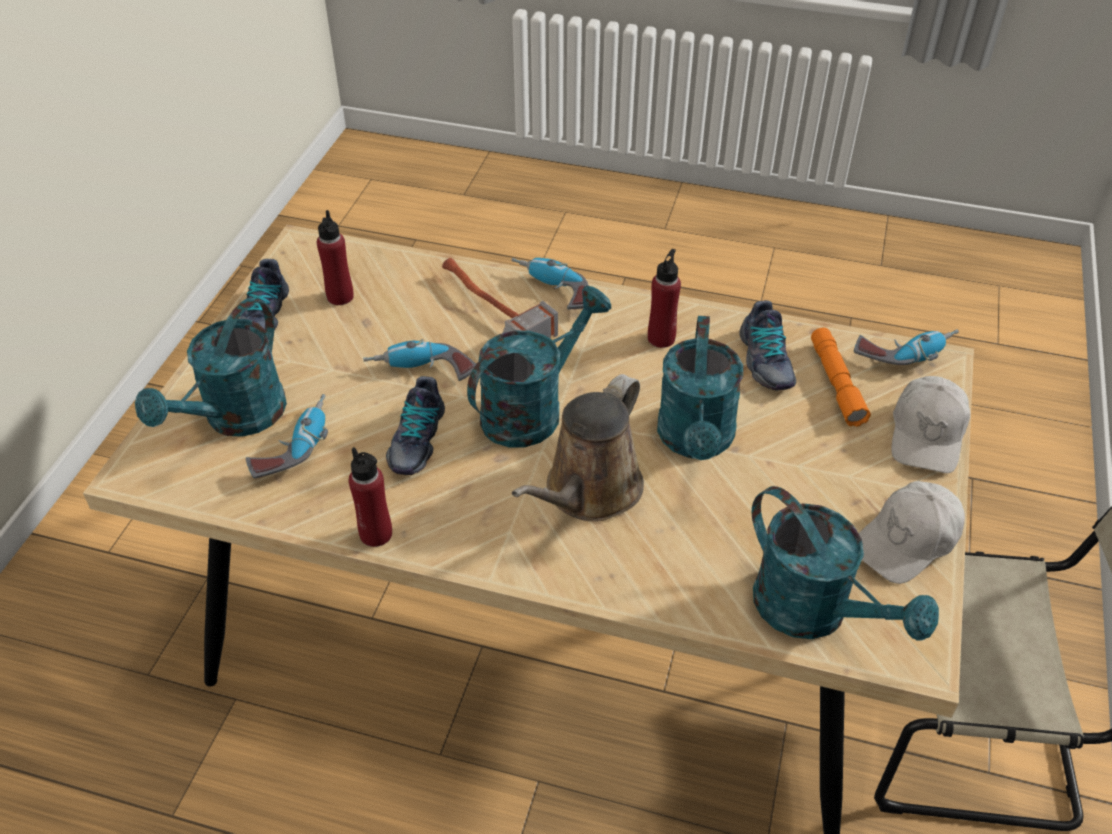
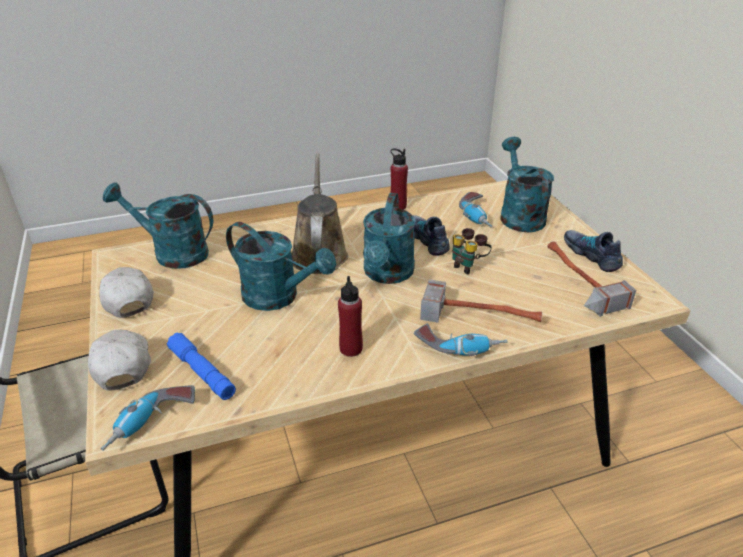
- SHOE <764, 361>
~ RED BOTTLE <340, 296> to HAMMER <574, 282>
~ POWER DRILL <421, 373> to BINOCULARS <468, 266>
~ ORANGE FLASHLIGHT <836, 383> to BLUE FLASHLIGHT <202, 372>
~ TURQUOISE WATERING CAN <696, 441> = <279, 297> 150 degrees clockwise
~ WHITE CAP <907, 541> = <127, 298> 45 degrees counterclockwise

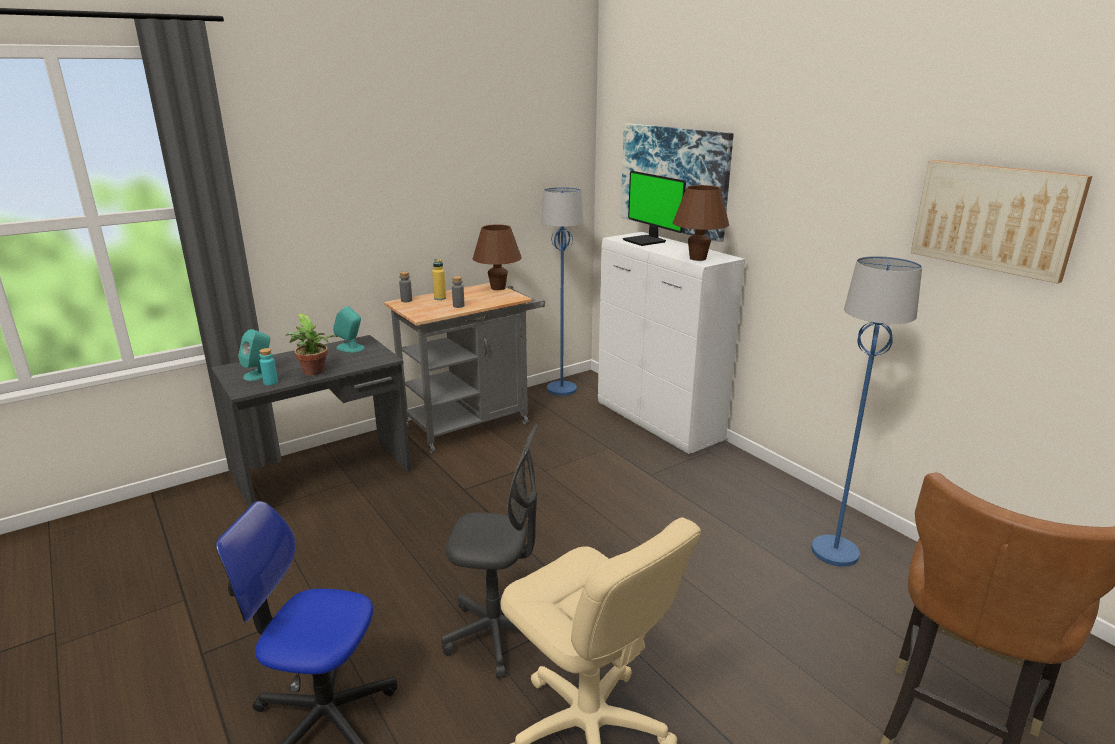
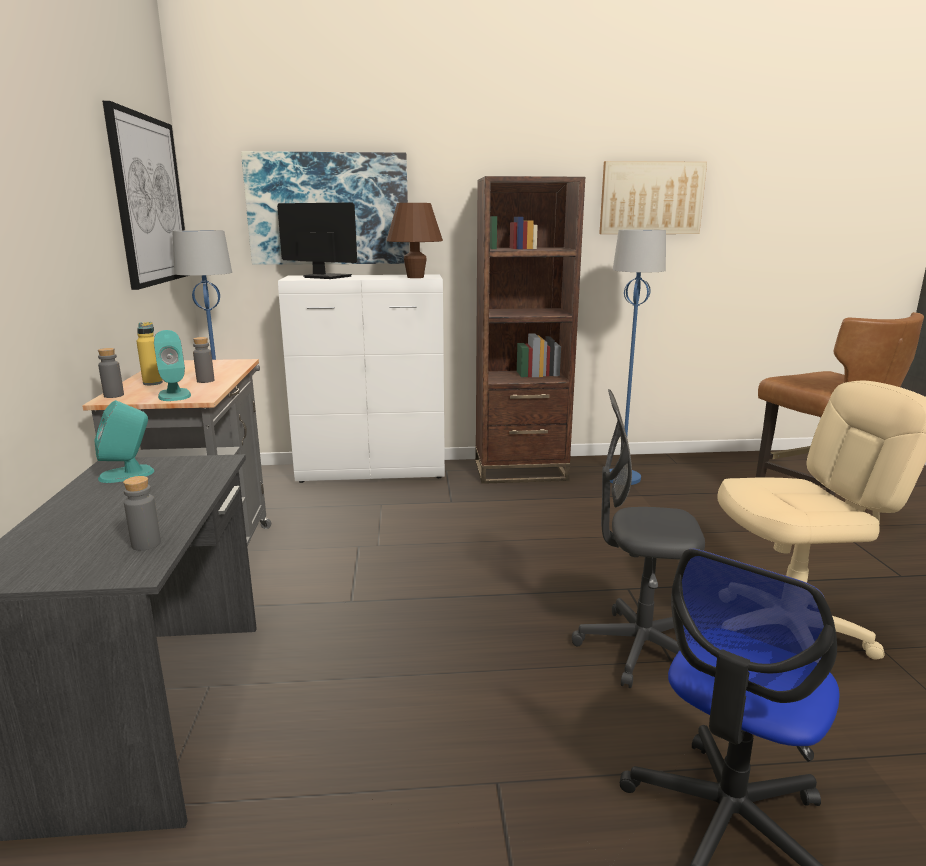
- POTTED PLANT <314, 372>
- BROWN TABLE LAMP <498, 288>
+ PICTURE <149, 201>
+ BROWN BOOKCASE <520, 471>
~ TURQUOISE SPEAKER <260, 374> to <174, 395>
~ TURQUOISE BOTTLE <270, 382> to GREY BOTTLE <146, 544>
~ GREY OFFICE CHAIR <497, 635> = <638, 649> 120 degrees counterclockwise
~ MONITOR <646, 241> = <325, 277> 150 degrees counterclockwise

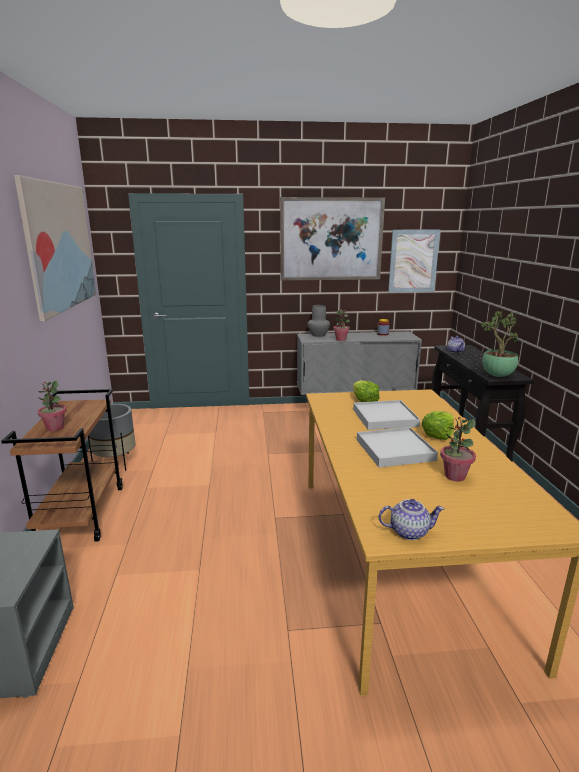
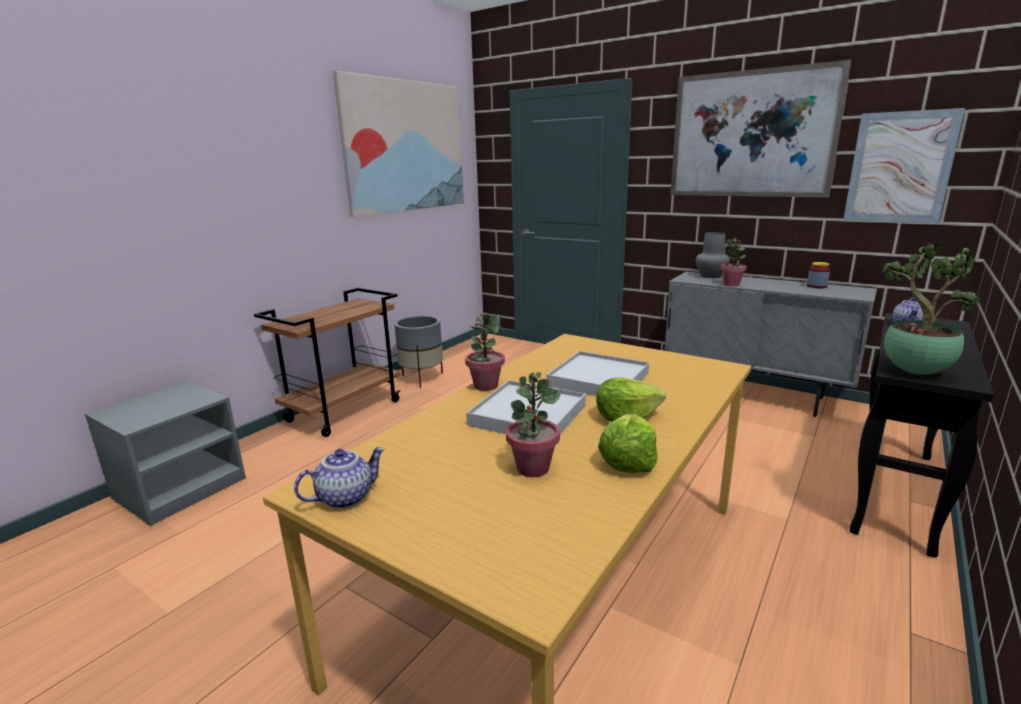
~ POTTED PLANT <55, 428> to <485, 386>
~ LETTUCE <364, 400> to <627, 461>
~ TEAPOT <409, 531> = <345, 497> 75 degrees counterclockwise

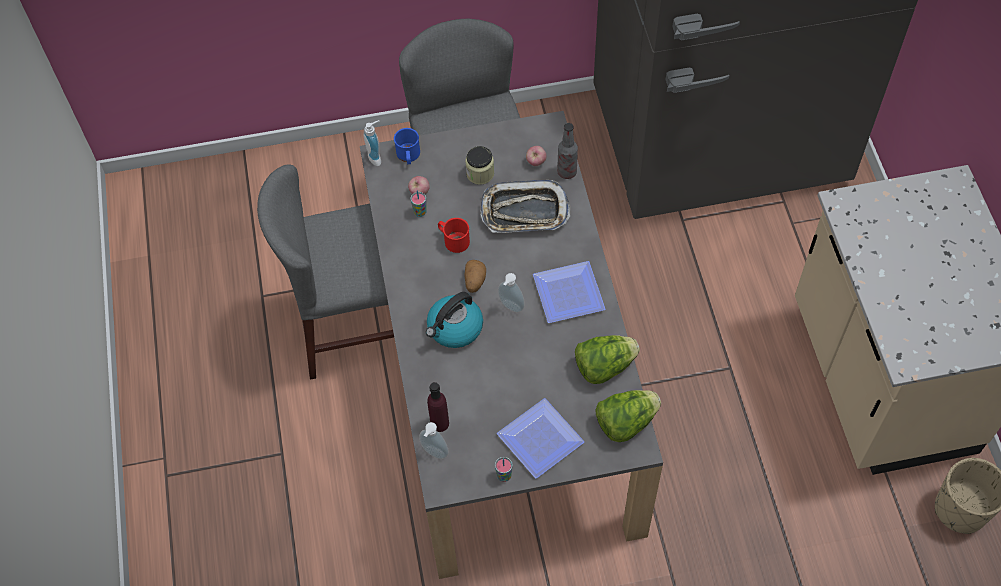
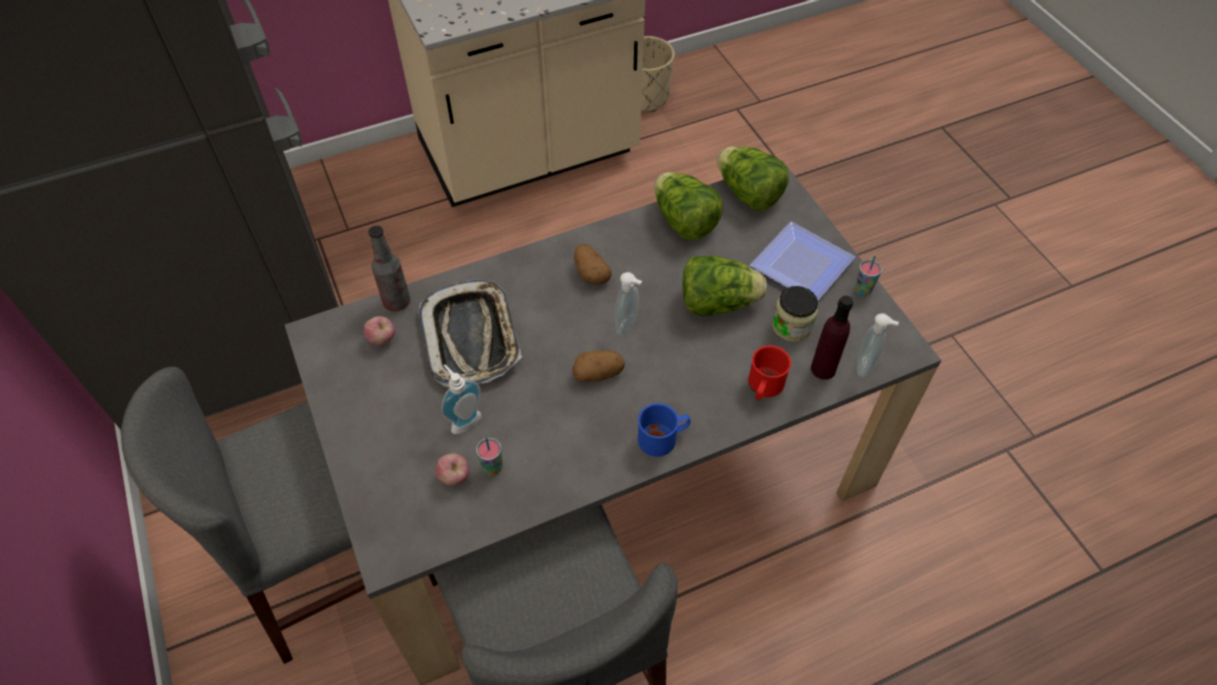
- KETTLE <454, 328>
+ LETTUCE <717, 303>
~ SOAP DISPENSER <377, 157> to <464, 420>
~ BLUE MUG <408, 156> to <663, 438>
~ RED MUG <453, 240> to <764, 387>
~ JAR <480, 173> to <792, 326>
~ PLATE <566, 292> to POTATO <591, 273>

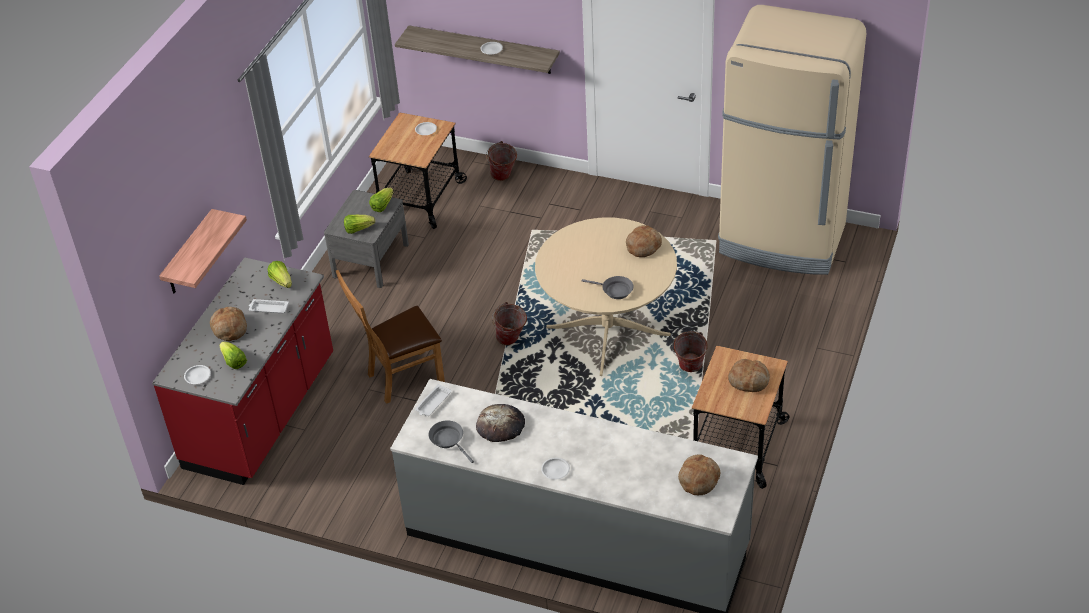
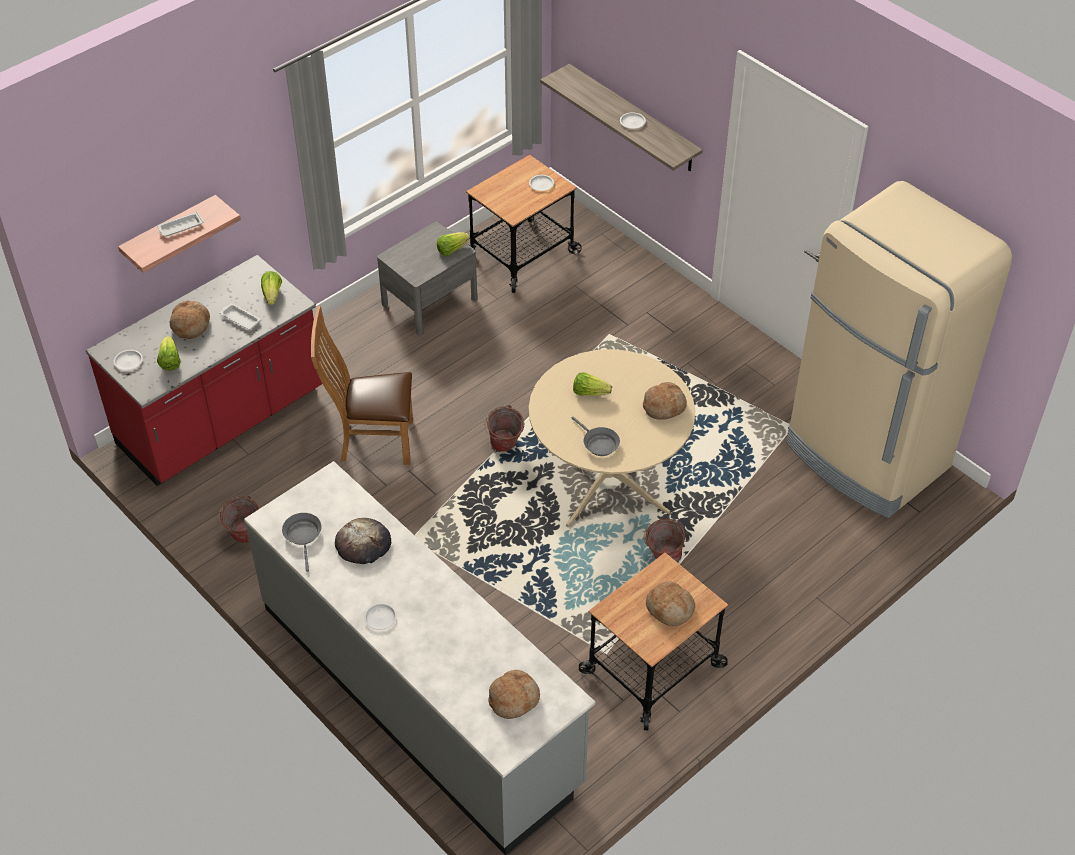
~ LETTUCE <358, 229> to <590, 392>
~ WHITE TRAY <433, 403> to <180, 227>
~ BUCKET <503, 177> to <244, 538>

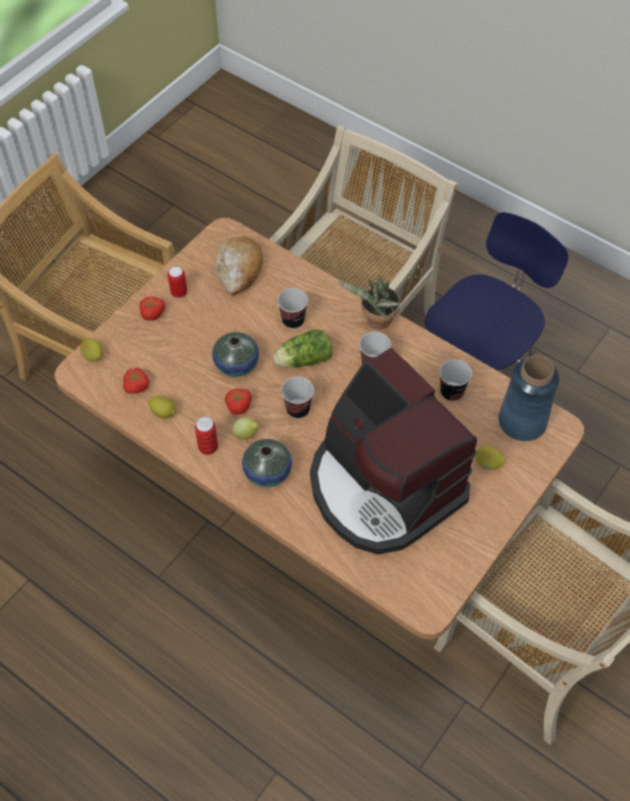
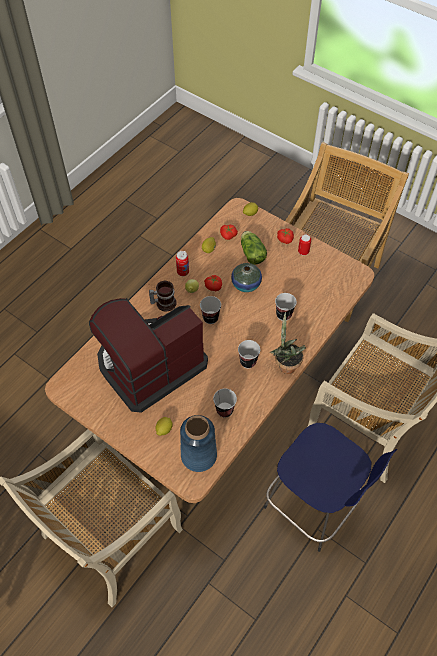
- BREAD <239, 270>
~ LETTUCE <302, 360> to <251, 252>
~ VASE <267, 472> to MUG <164, 302>

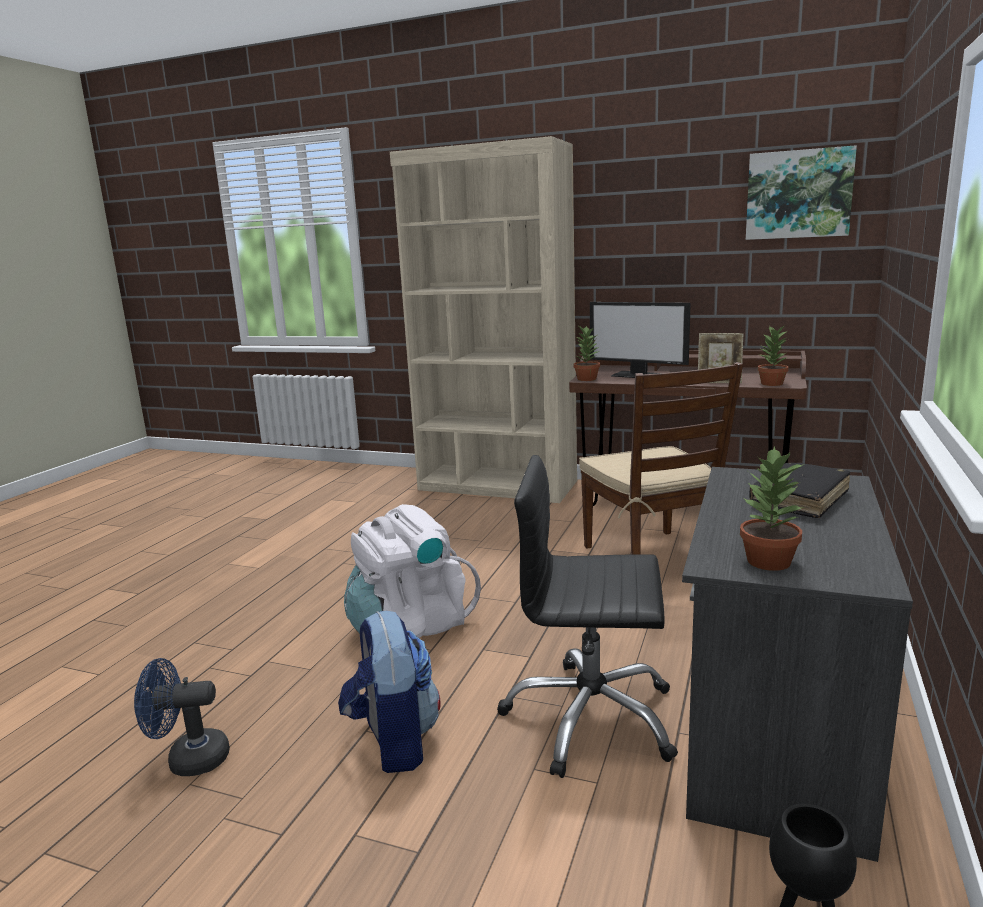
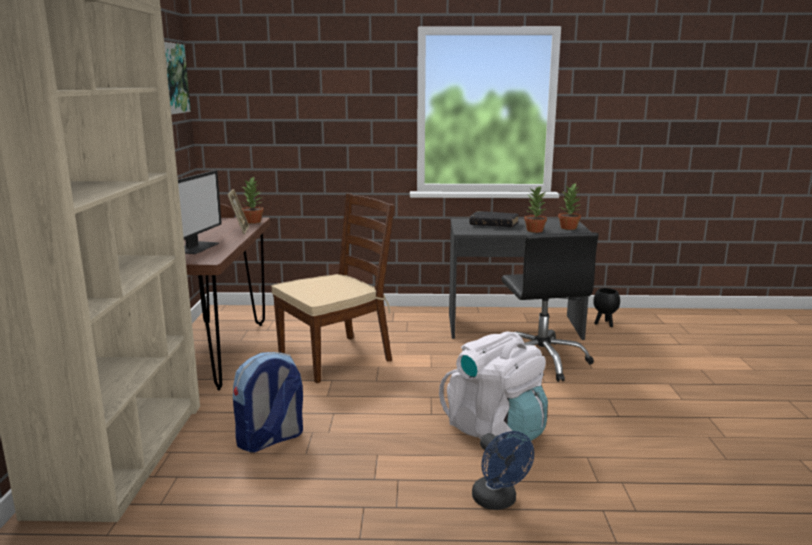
~ BLUE FAN <189, 759> to <498, 502>
~ BACKPACK <393, 742> to <270, 440>
~ POTTED PLANT <586, 379> to <534, 230>

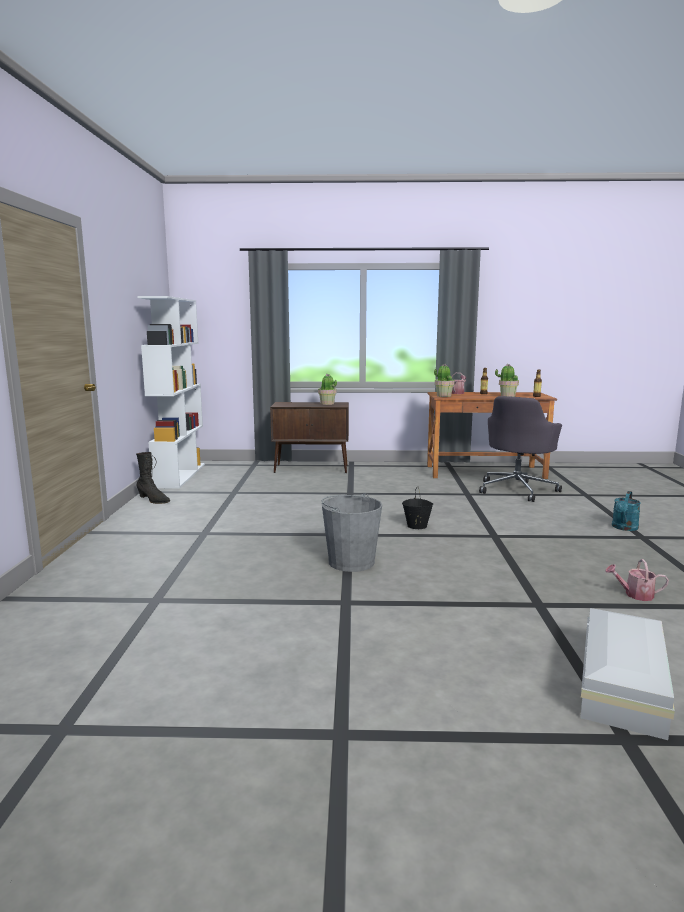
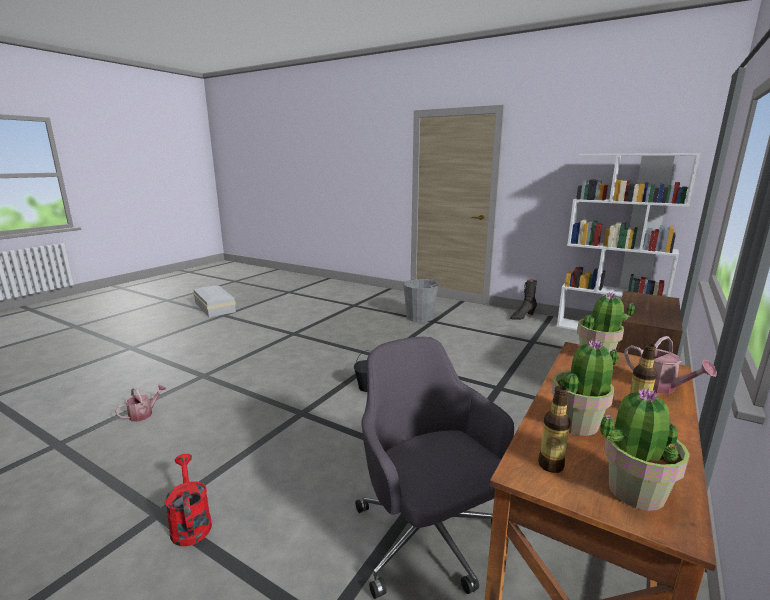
~ POTTED PLANT <327, 404> to <634, 491>
~ GREY BUCKET <351, 562> to <420, 317>
~ WHITE STORAGE BOX <619, 685> to <215, 307>
~ TURQUOISE WATERING CAN <624, 528> to RED WATERING CAN <190, 523>

